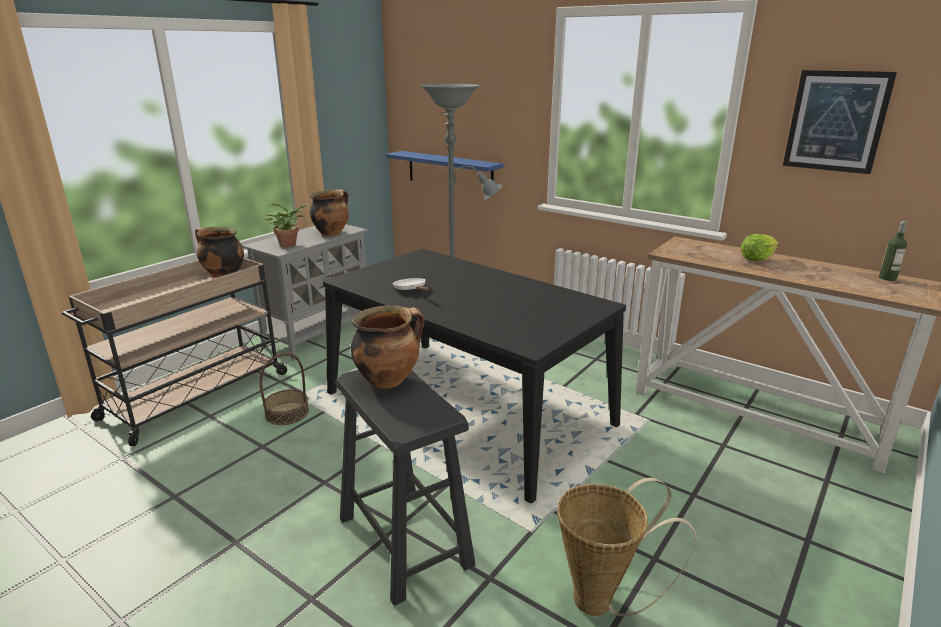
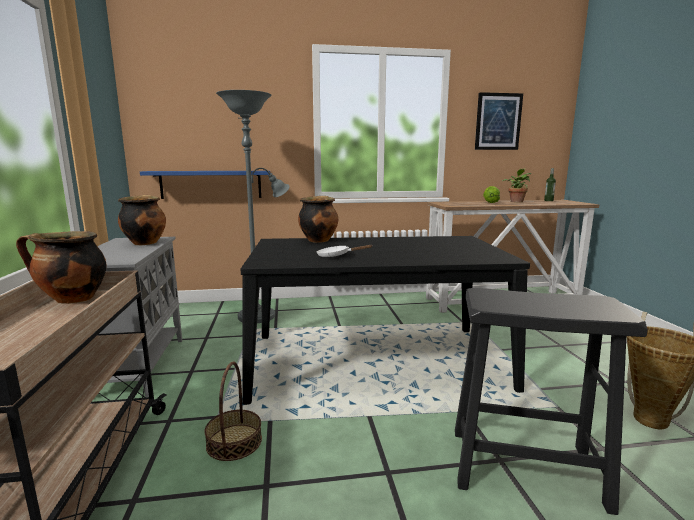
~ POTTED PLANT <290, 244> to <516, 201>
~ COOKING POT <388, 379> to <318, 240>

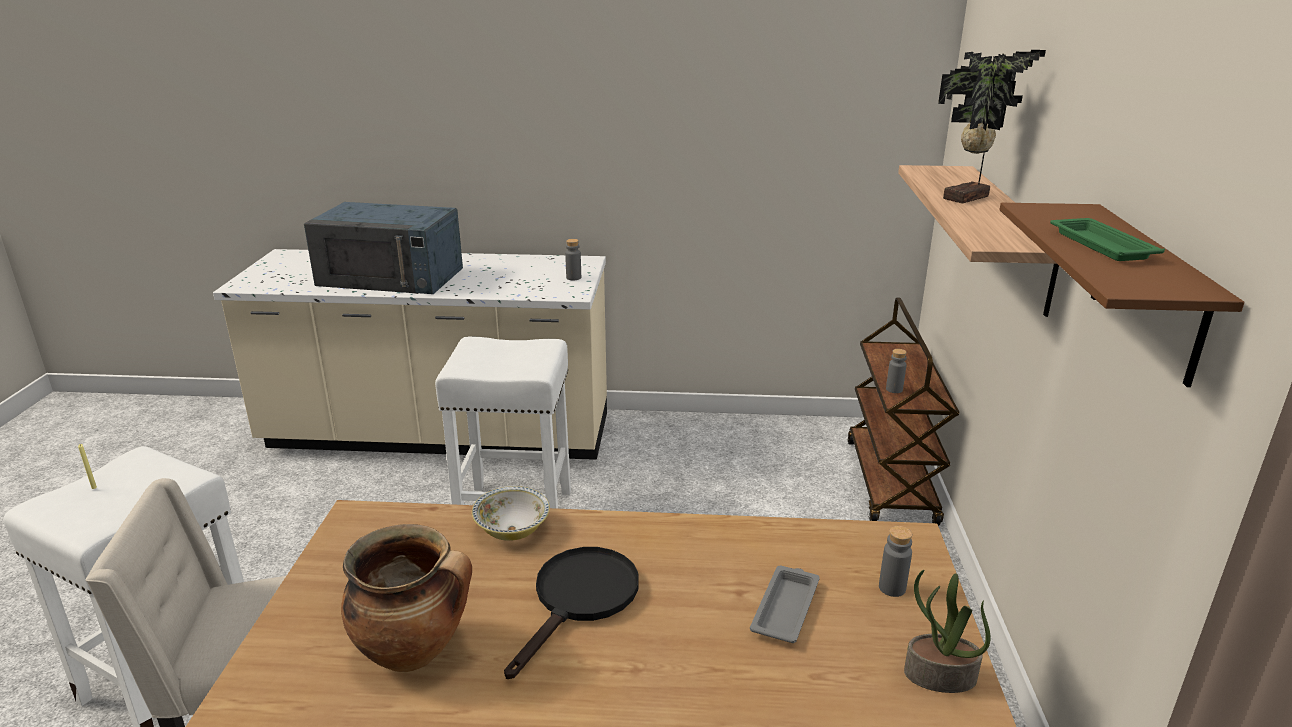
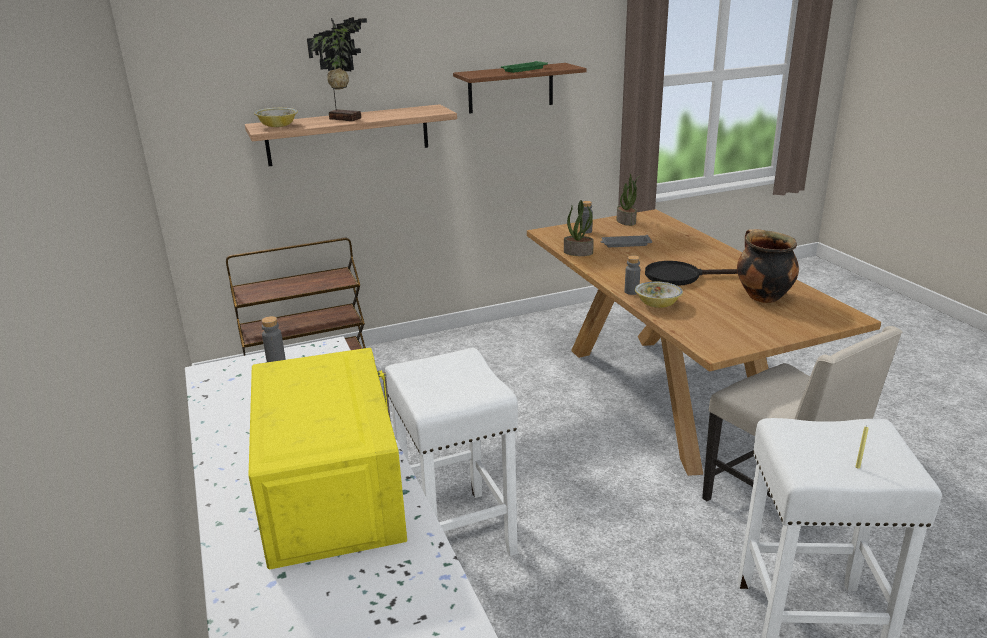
+ BOWL <278, 126>
+ POTTED PLANT <578, 252>
~ GREY BOTTLE <894, 389> to <631, 292>
~ BLUE MICROWAVE <392, 276> to YELLOW MICROWAVE <329, 487>

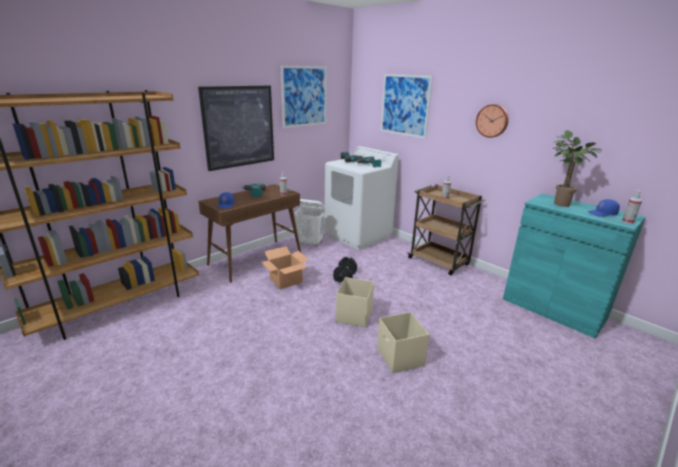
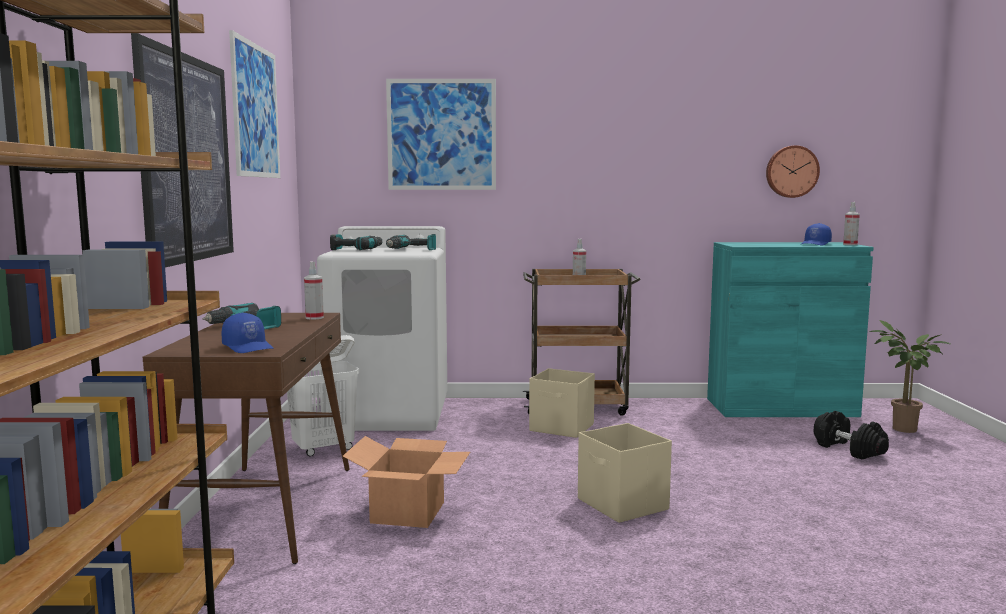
~ BLACK DUMBBELL <345, 276> to <849, 449>
~ BEIGE STORAGE BOX <400, 357> to <562, 428>
~ WALL CLOCK <492, 120> to <791, 171>
~ POTTED PLANT <558, 204> to <901, 430>

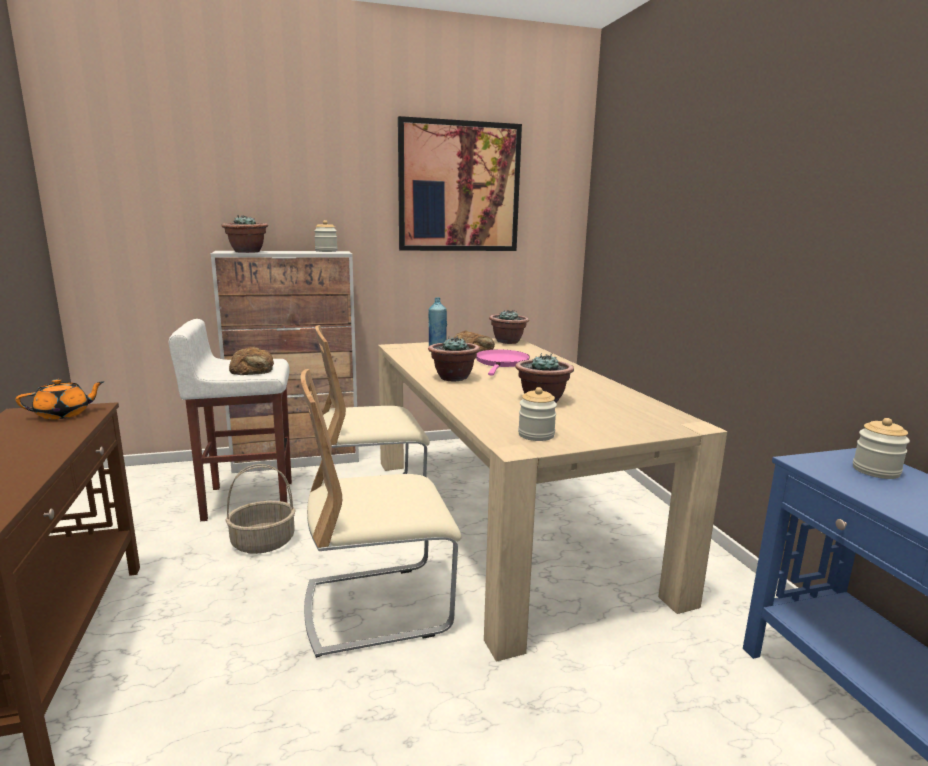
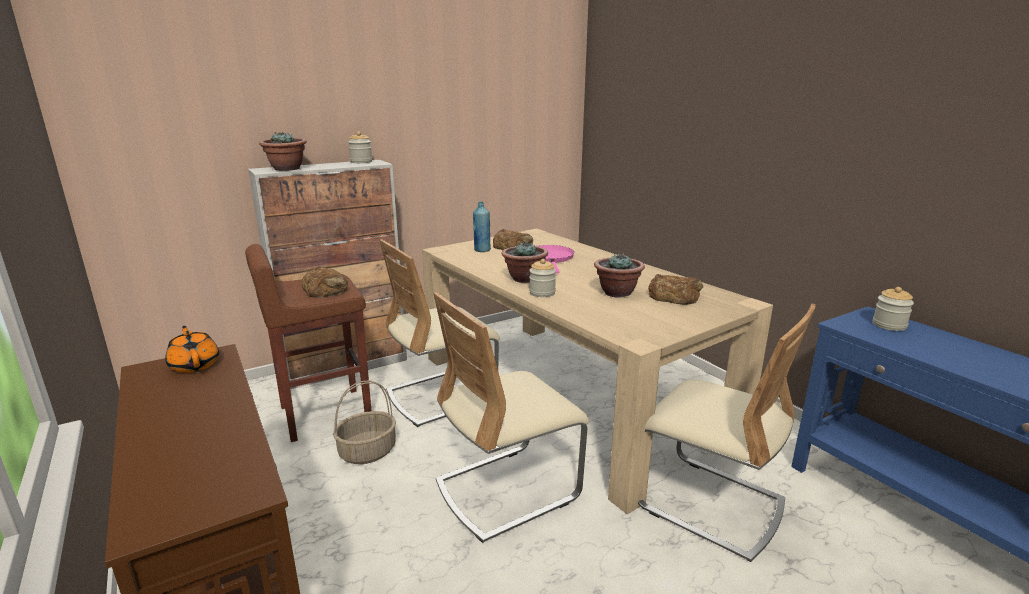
- PICTURE <459, 187>
- POTTED PLANT <508, 341>
+ BEIGE CHAIR <709, 503>
+ BREAD <674, 295>
~ JAR <536, 435> to <542, 293>
~ WHITE STOOL <247, 500> to BROWN STOOL <323, 414>
~ ORANGE TEAPOT <64, 414> = <195, 365> 75 degrees counterclockwise

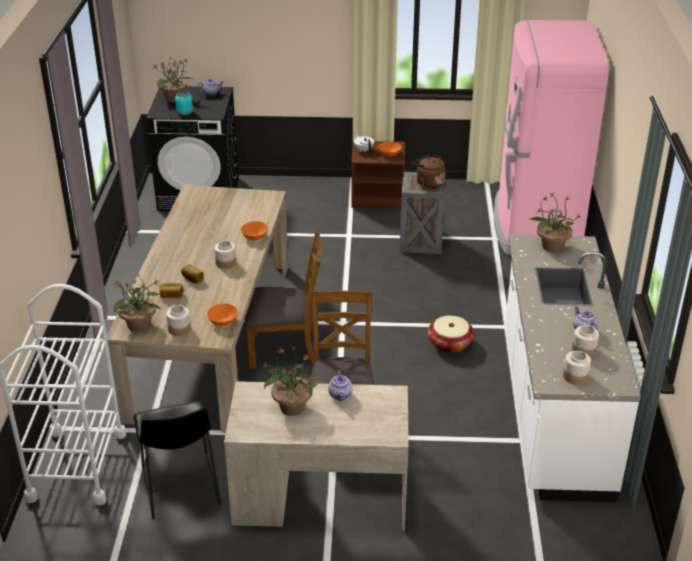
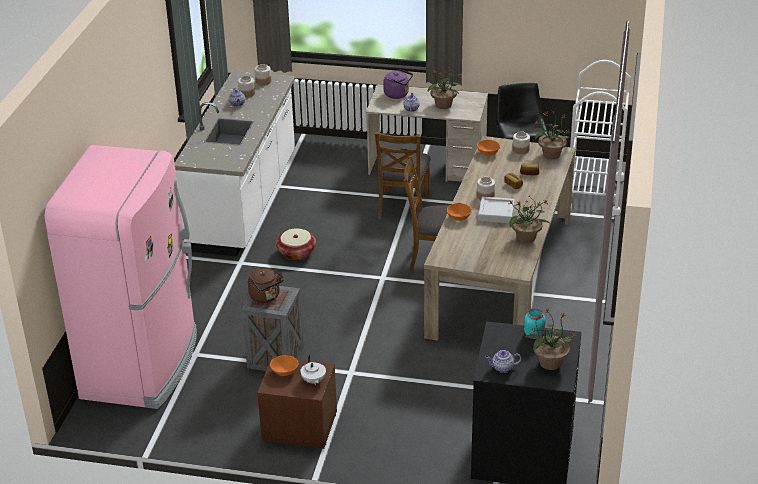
+ PURPLE KETTLE <398, 94>
+ GREY TRAY <496, 213>
~ POTTED PLANT <551, 246> to <526, 238>

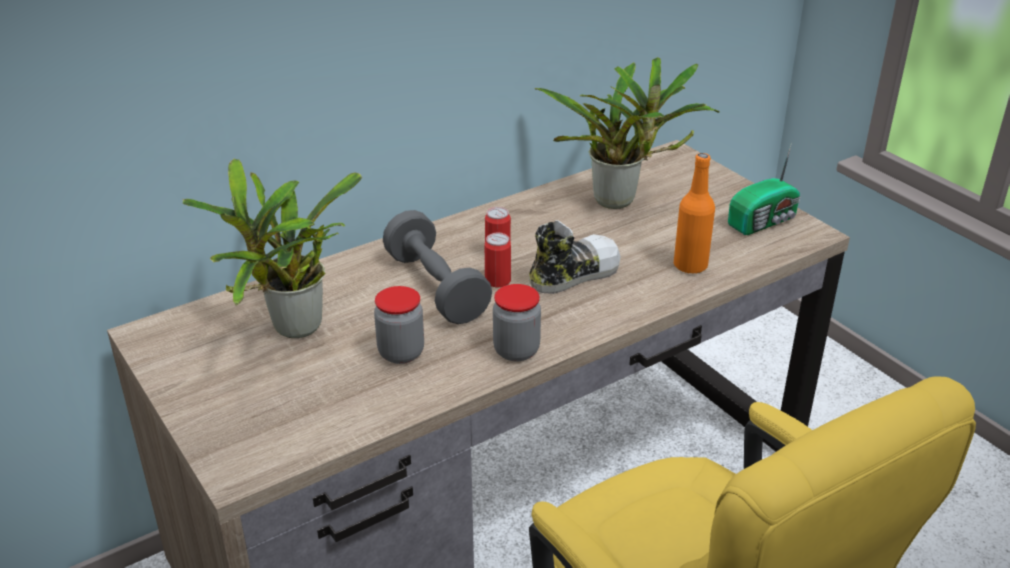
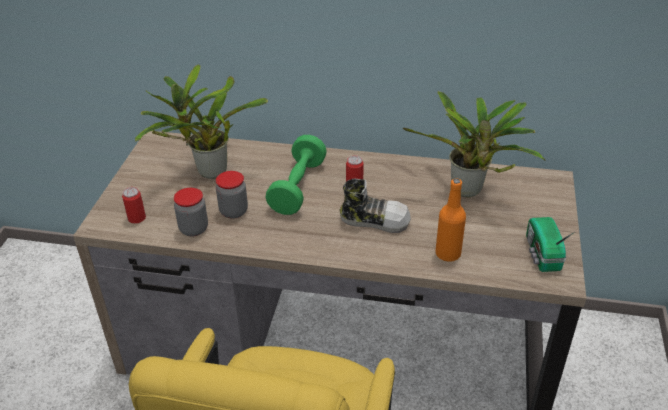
~ CAN <497, 281> to <137, 218>
~ JAR <516, 350> to <194, 229>
~ GREY DUMBBELL <436, 287> to GREEN DUMBBELL <298, 187>
~ RADIO <764, 221> = <542, 254> 75 degrees clockwise

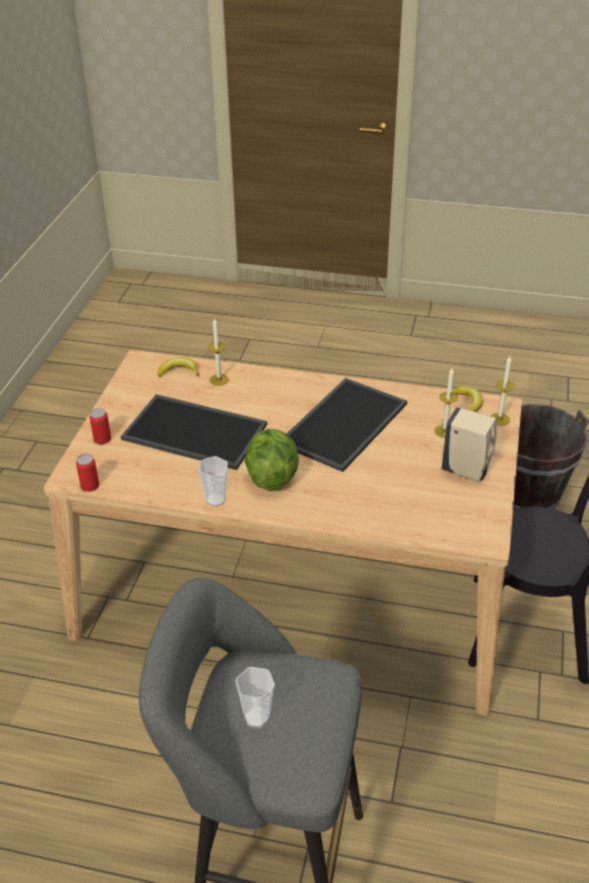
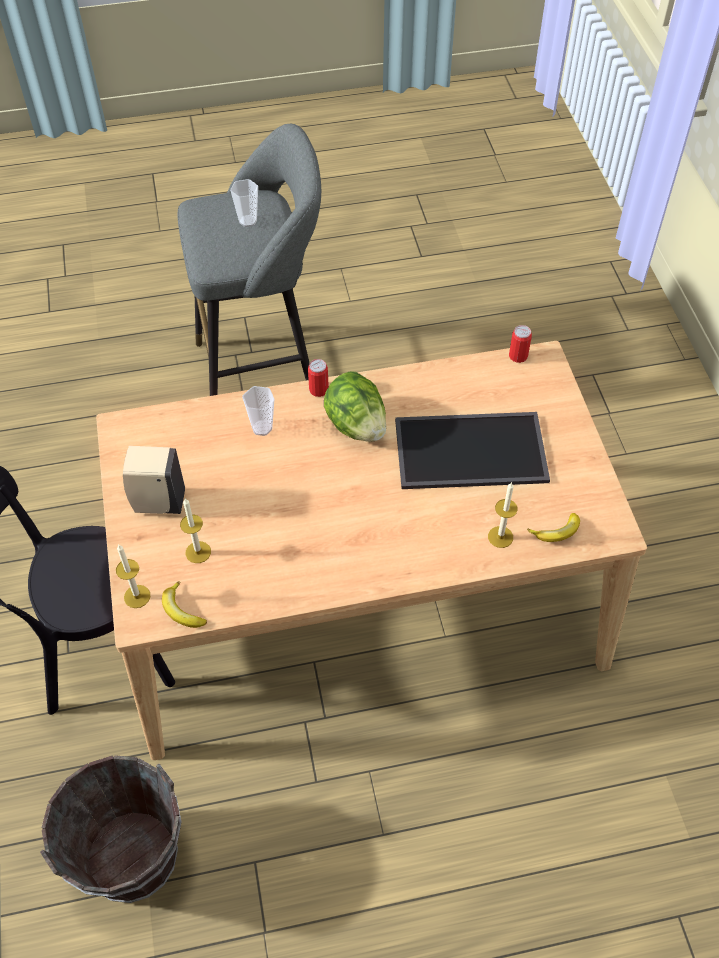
- TRAY <343, 422>
~ CAN <102, 439> to <319, 390>
~ CUP <216, 500> to <262, 428>

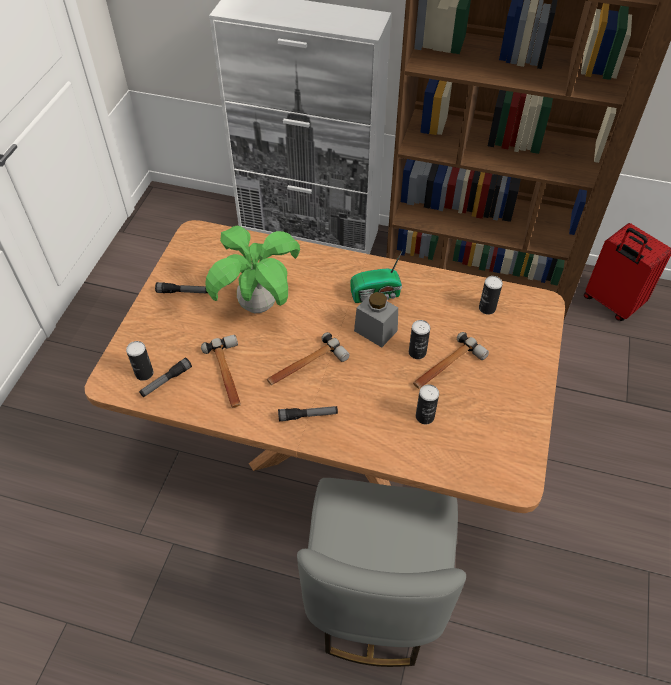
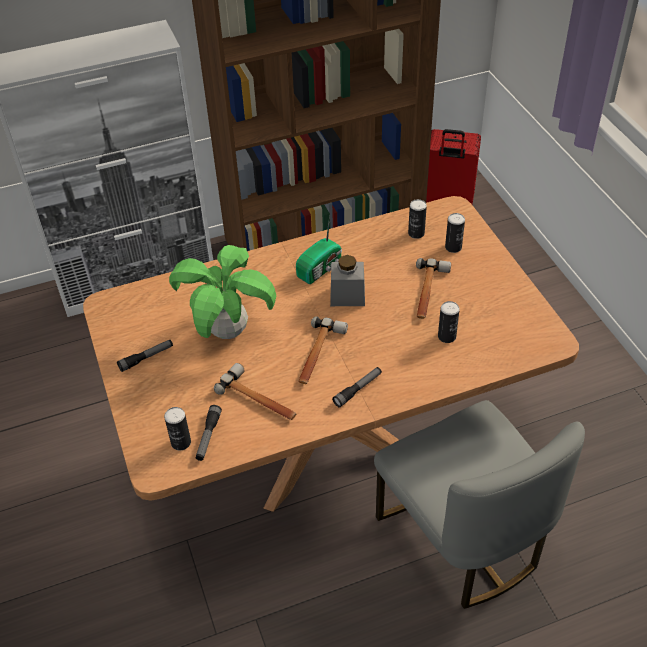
~ CAN <417, 352> to <453, 247>

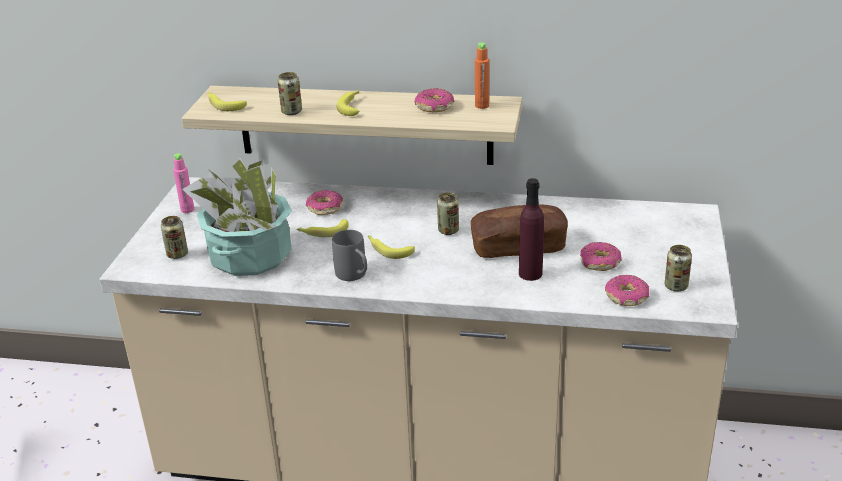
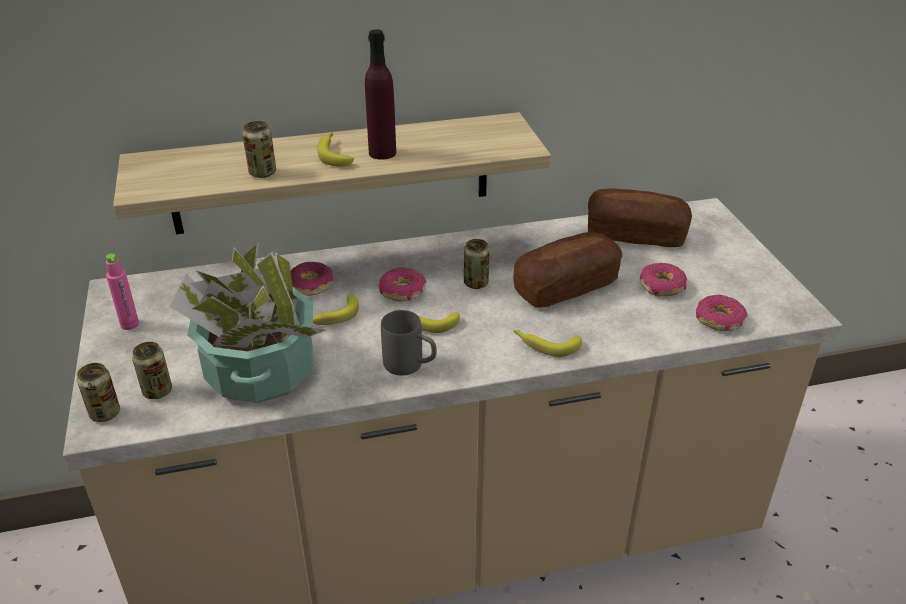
- ORANGE BOTTLE <482, 106>
+ BREAD <635, 235>
~ BANANA <224, 104> to <545, 344>
~ DONUT <434, 107> to <403, 291>
~ PURPLE BOTTLE <530, 274> to <382, 153>
~ CAN <676, 286> to <105, 413>

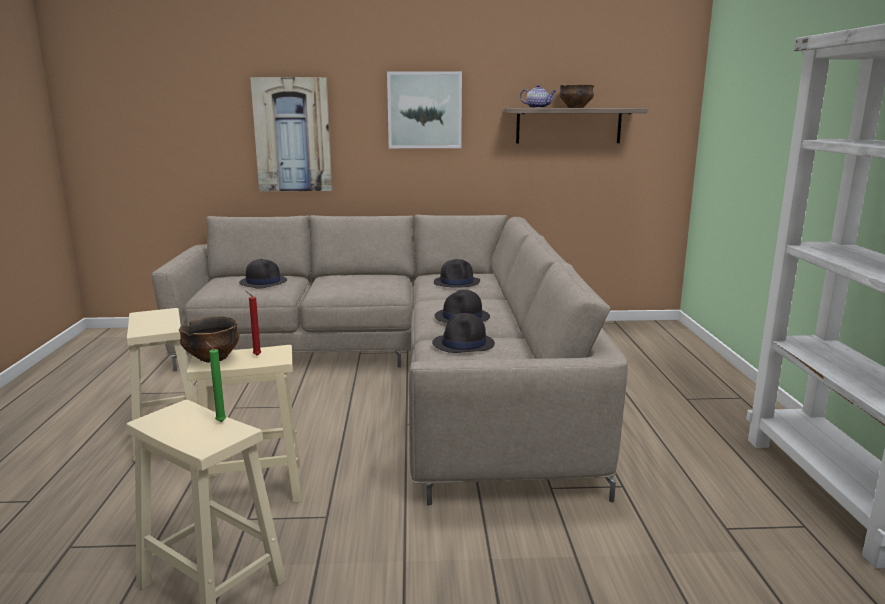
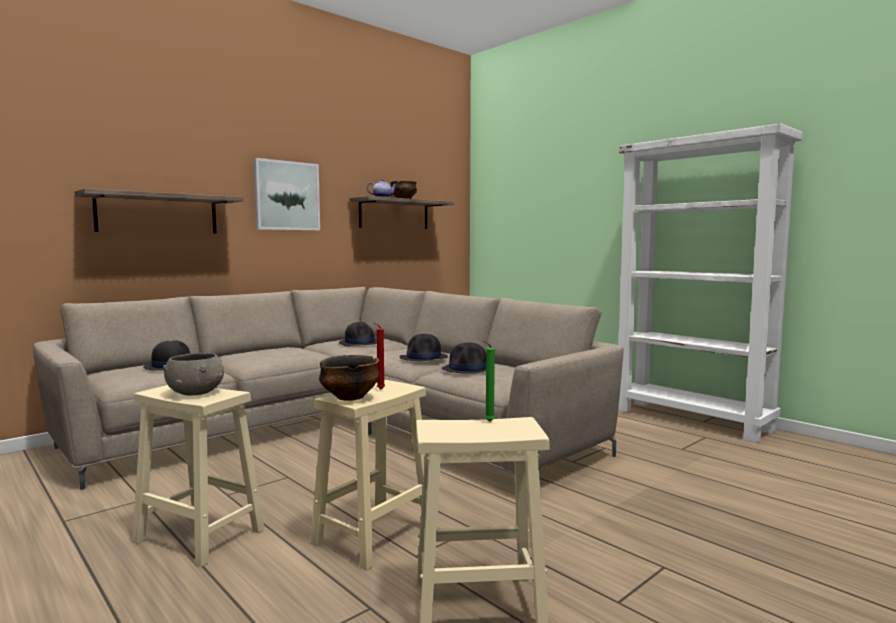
+ GREY BOWL <196, 392>
~ PICTURE <292, 135> to SHELF <158, 214>

